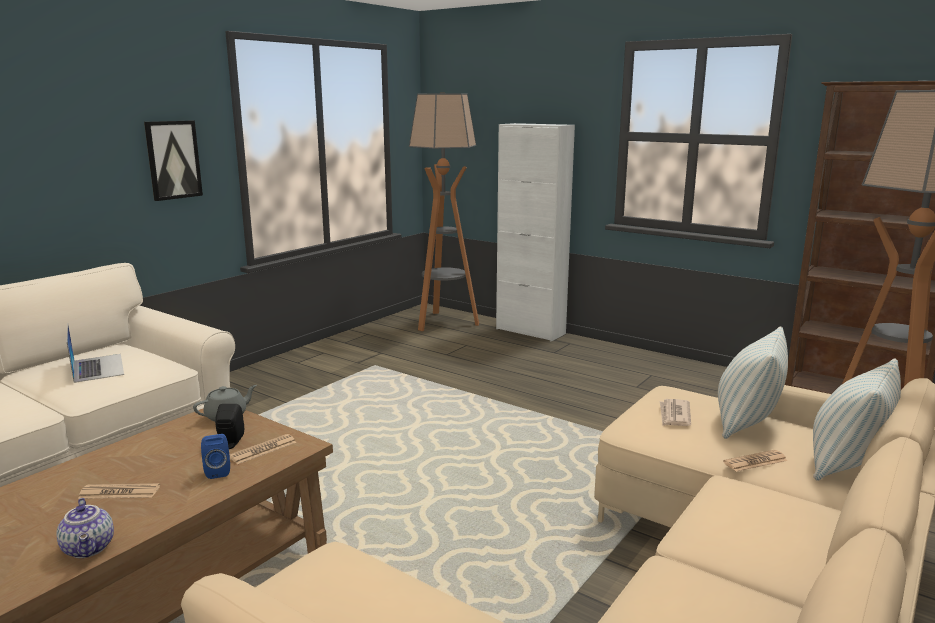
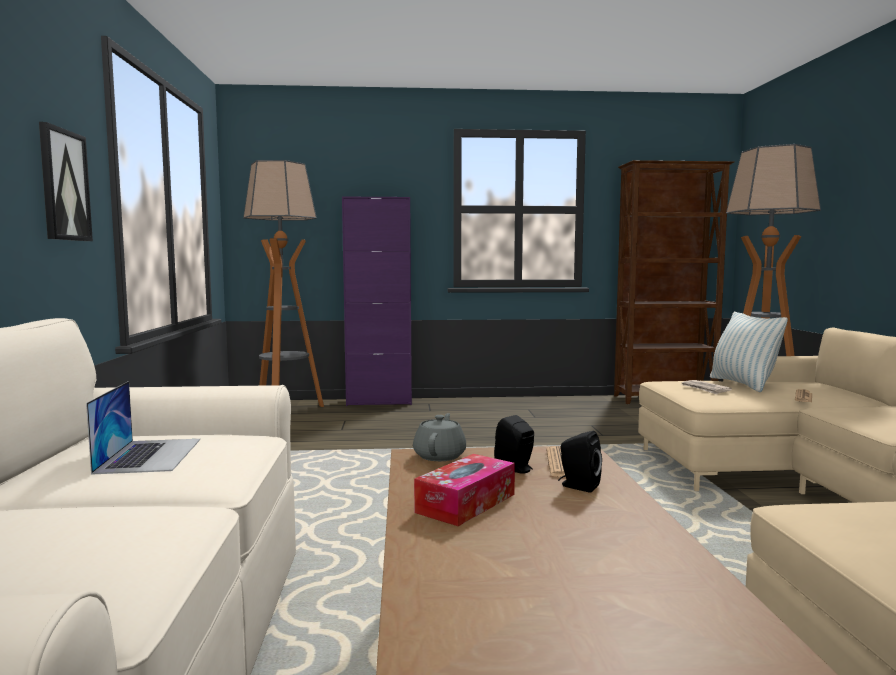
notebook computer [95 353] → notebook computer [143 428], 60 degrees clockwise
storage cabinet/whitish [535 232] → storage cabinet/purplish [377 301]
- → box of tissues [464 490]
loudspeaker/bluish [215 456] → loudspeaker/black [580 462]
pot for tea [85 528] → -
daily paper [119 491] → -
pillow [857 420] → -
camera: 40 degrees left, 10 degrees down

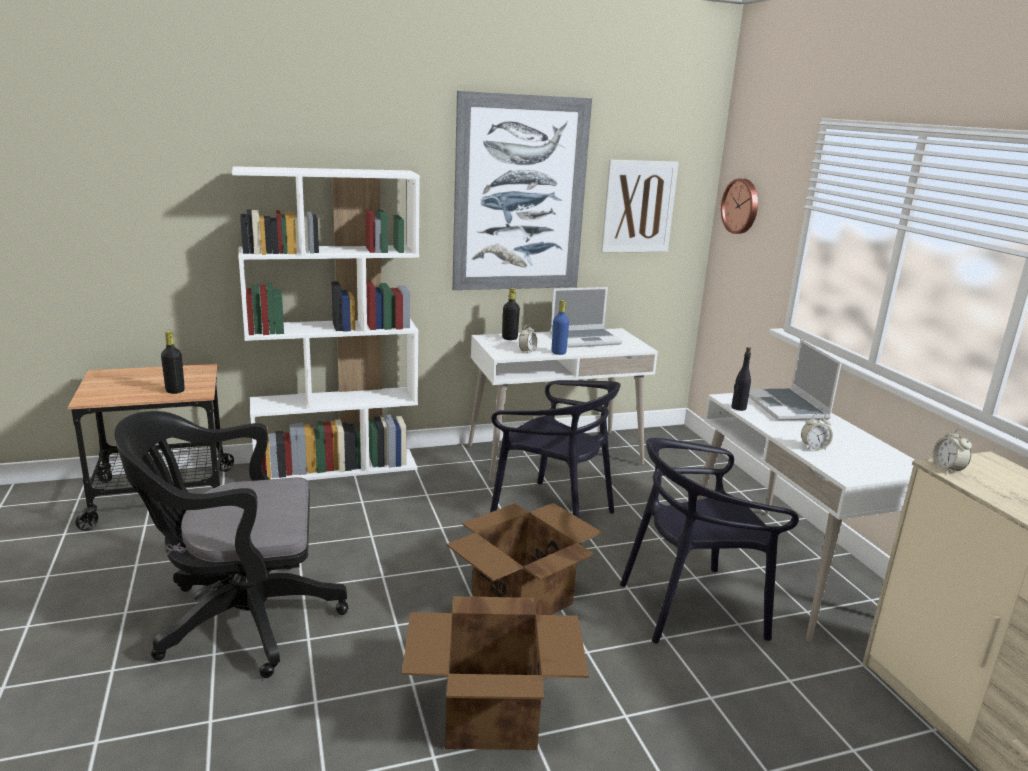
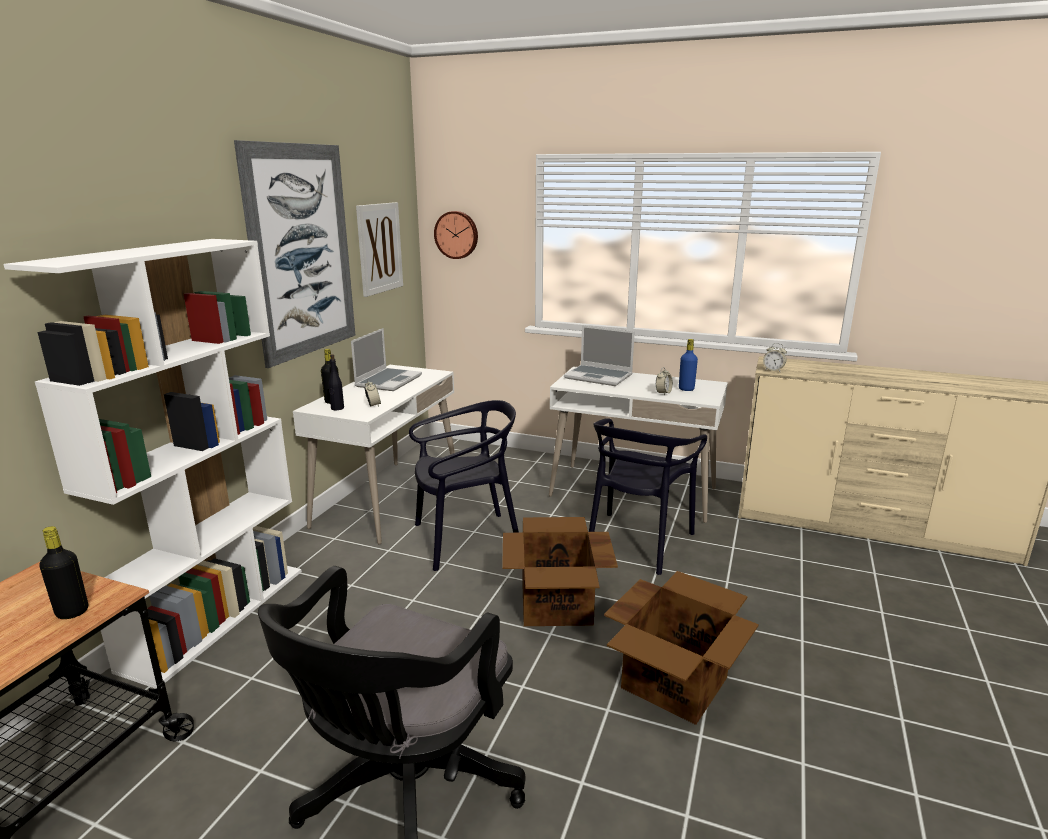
drink bottle/black [741 379] → drink bottle/black [336 382], move
drink bottle/bluish [560 327] → drink bottle/bluish [688 365], move
camera: 50 degrees left, 0 degrees up

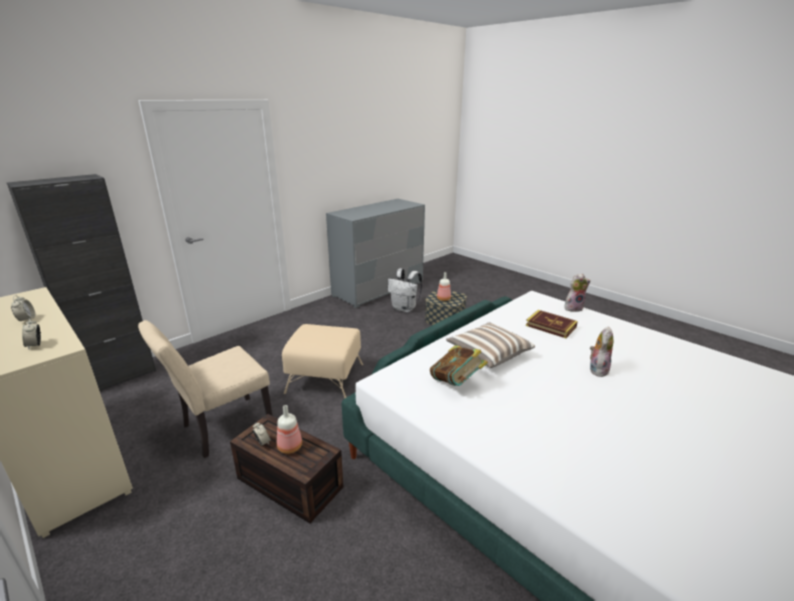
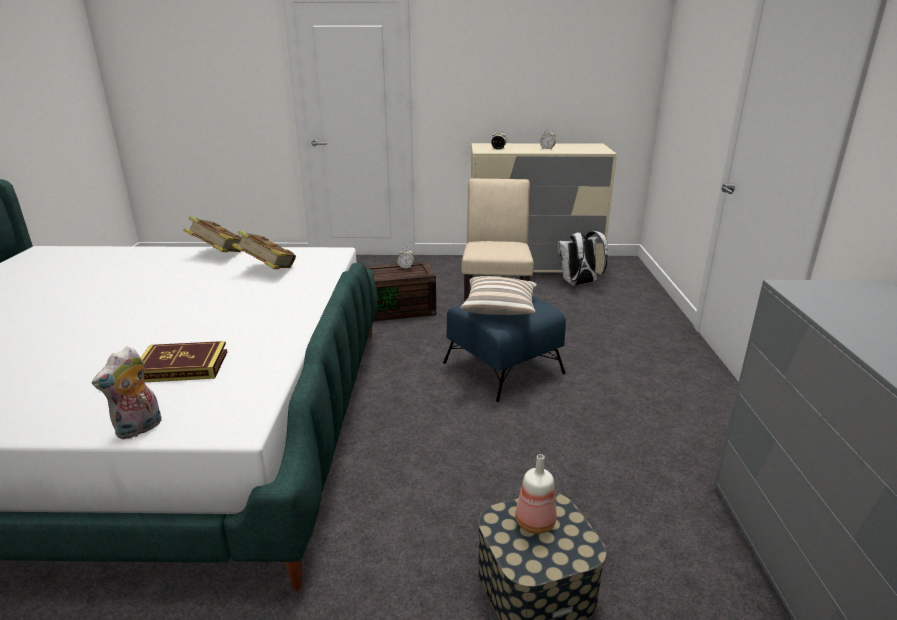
- → bound book [212 234]
ottoman/beige-coloured [322 361] → ottoman/bluish [504 349]
pillow [490 345] → pillow [498 295], move
backpack/whitish [404 290] → backpack/whitish [582 258], move
storage cabinet/black [81 282] → -
drink bottle [289 429] → -
plush toy [601 351] → -
camera: 135 degrees right, 0 degrees up

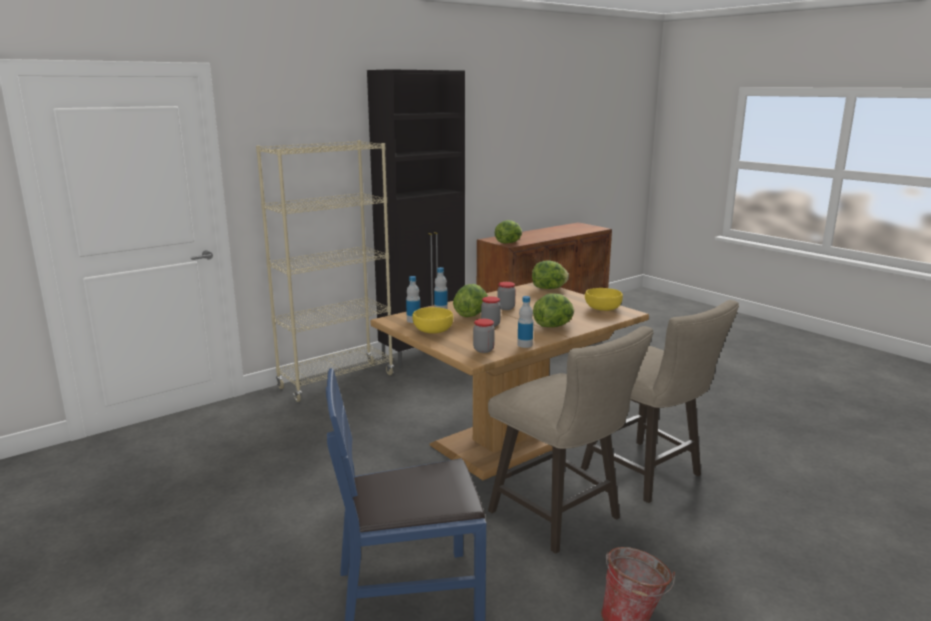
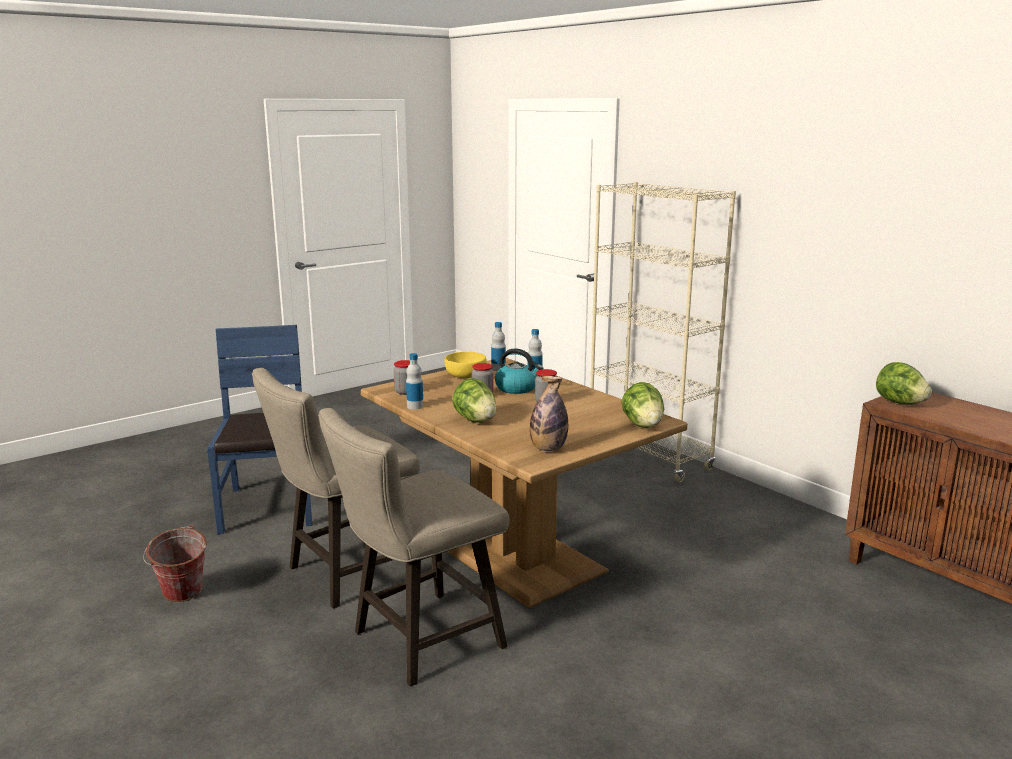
lettuce head [470 300] → water kettle [519 371]
bowl/yellow [604 299] → drink bottle [549 413]
storage cabinet/black [416 218] → -
camera: 90 degrees right, 0 degrees up

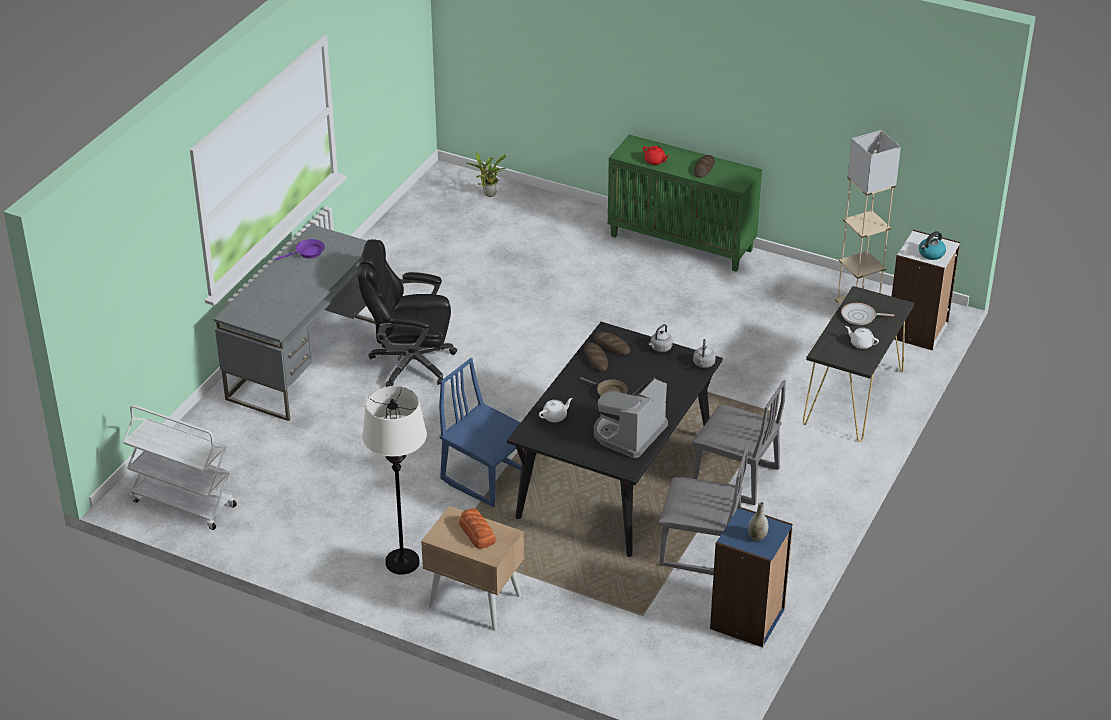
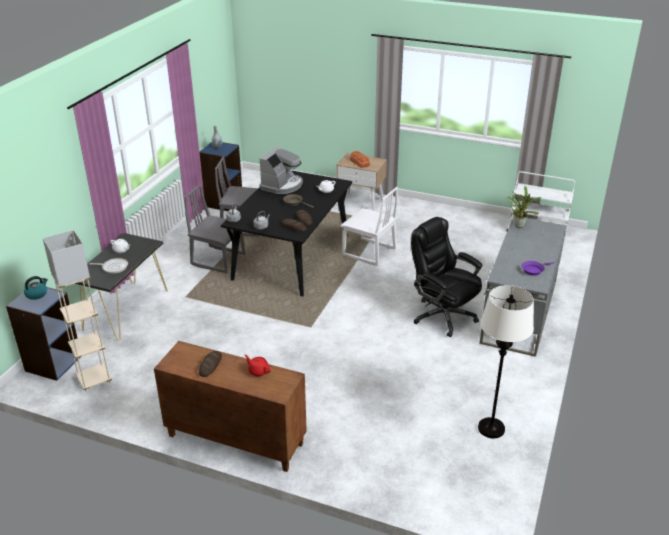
shelving unit/whitish [925 290] → shelving unit/bluish [43 334]
storage cabinet/greenish [685 203] → storage cabinet/brownish [230 406]
plain chair/bluish [480 432] → plain chair/whitish [369 226]
computer chair/black [407 313] → computer chair/black [446 277], 135 degrees counterclockwise
floor lamp/whitish [394 480] → floor lamp/whitish [506 361], move
plant in a pot [486 174] → plant in a pot [524 207], move
camera: 175 degrees right, 5 degrees down

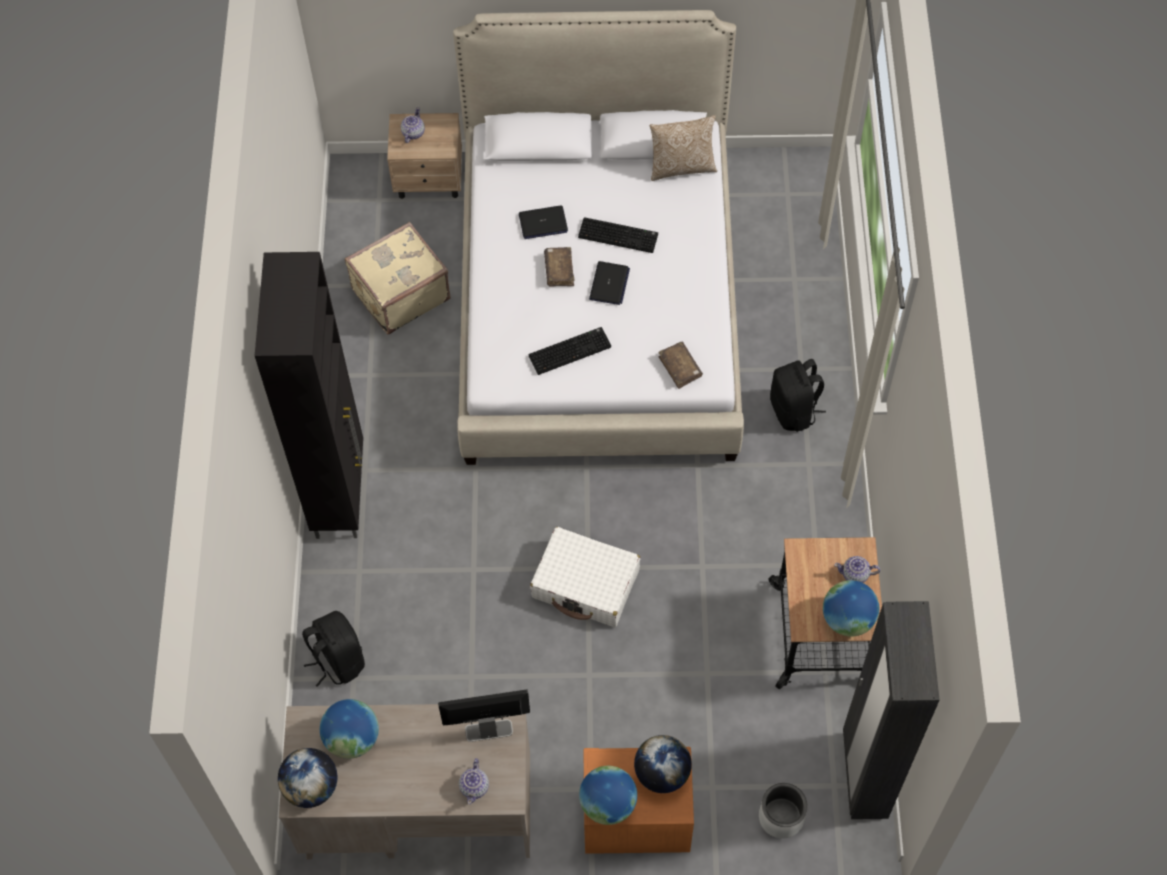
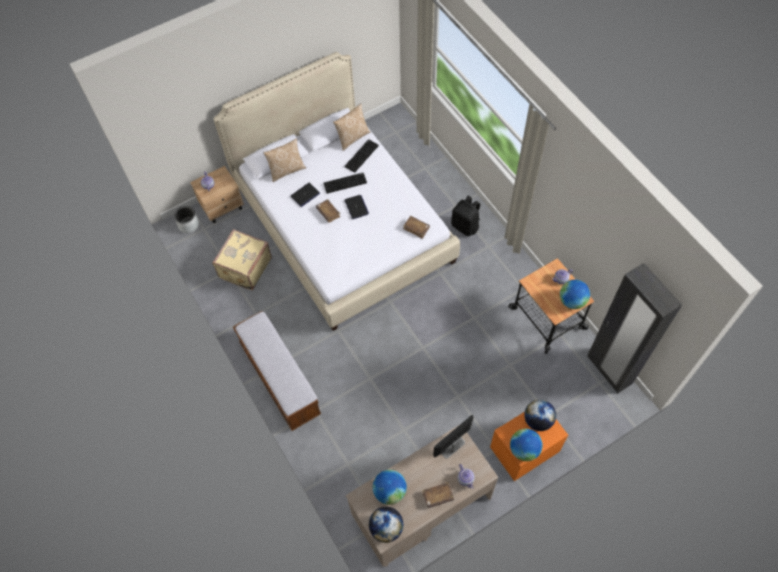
flower pot/gray [783 811] → flower pot/gray [186 219], move
storage cabinet/black [309 395] → bench [277 371]
- → pillow [284 160]
computer keyboard [570 351] → computer keyboard [362 156], move
- → bound book/brownish [438 495]
backpack/black [333 649] → -
travel case/whitish [585 577] → -
camera: 30 degrees left, 0 degrees up

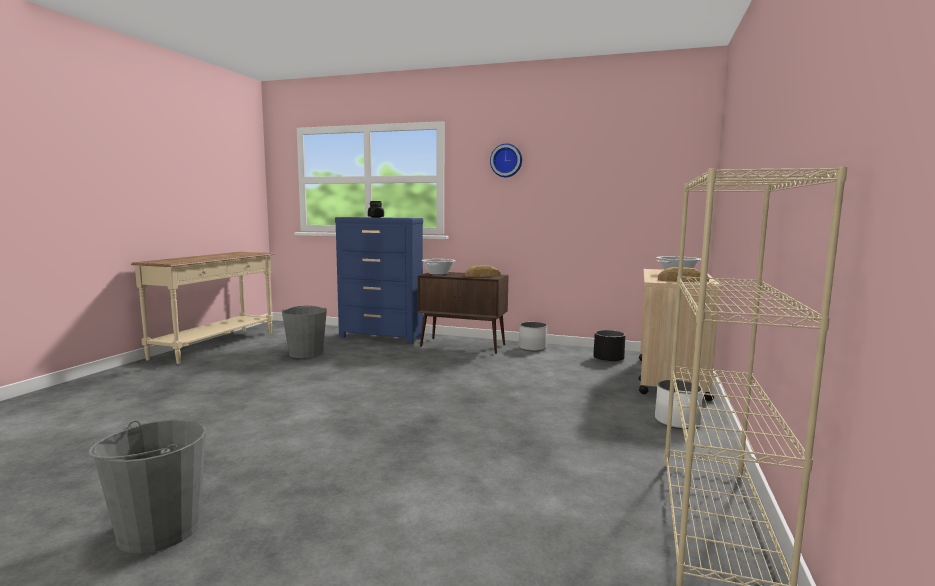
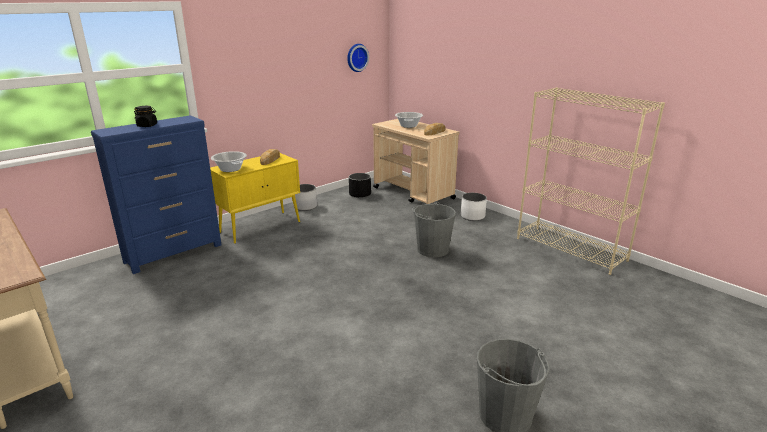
storage cabinet/brownish [463 313] → storage cabinet/yellow [255 198]
hanging clock [506 160] → hanging clock [358 58], move
bucket/gray [304 332] → bucket/gray [434 229], move
camera: 60 degrees left, 15 degrees up

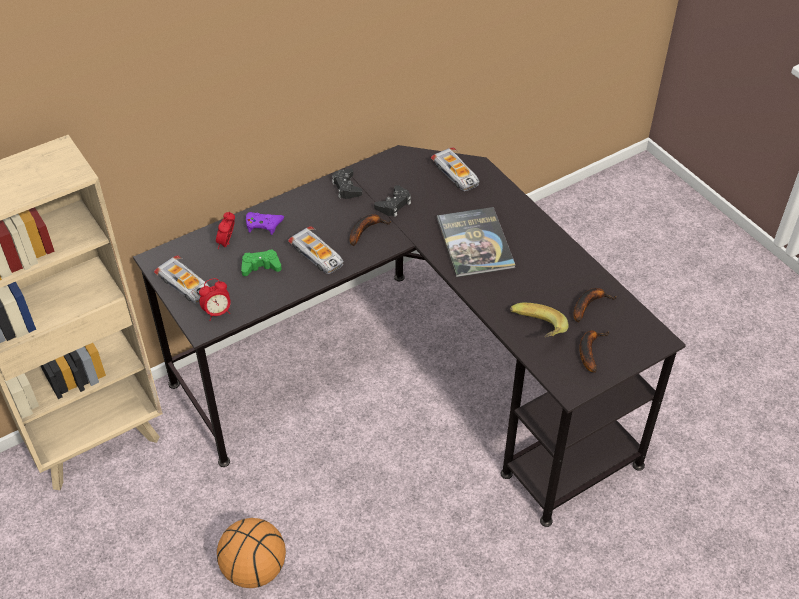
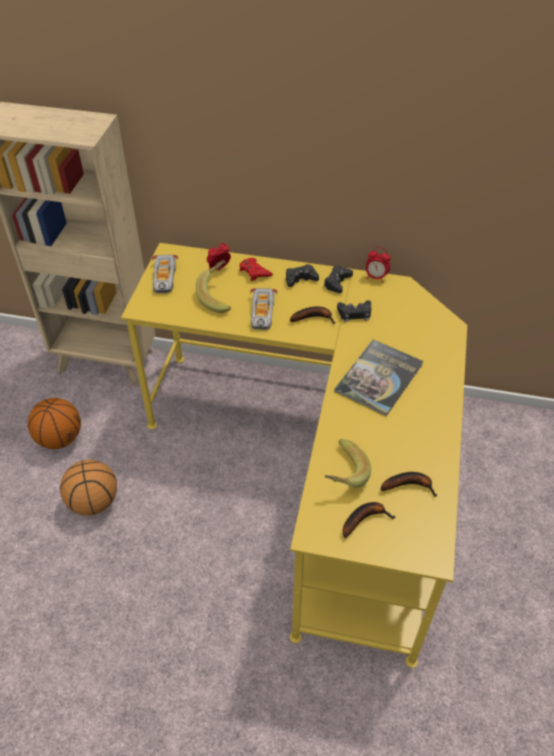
- → ball for basketball [54 423]
desk/black [409 336] → desk/yellow [294 455]
gamepad/greenish [261 262] → banana [213 286]
gamepad/purplish [265 223] → gamepad/red-coloured [256 269]
- → gamepad/black [302 275]
bedside clock [215 299] → bedside clock [378 265], move
model car [455 169] → -
camera: 45 degrees right, 0 degrees up

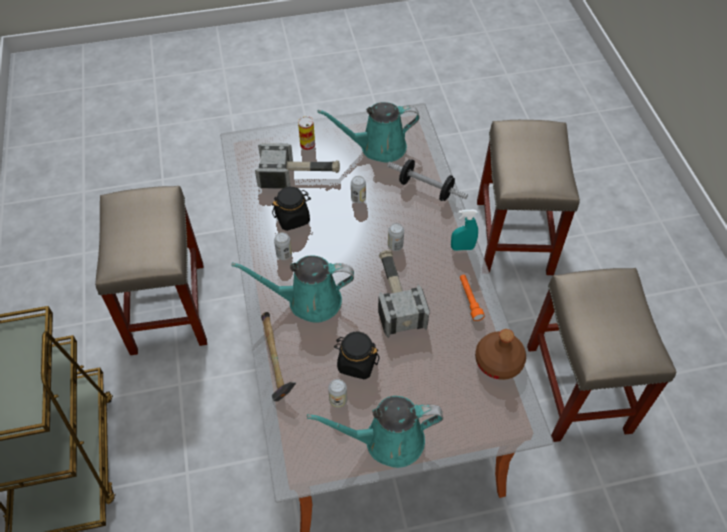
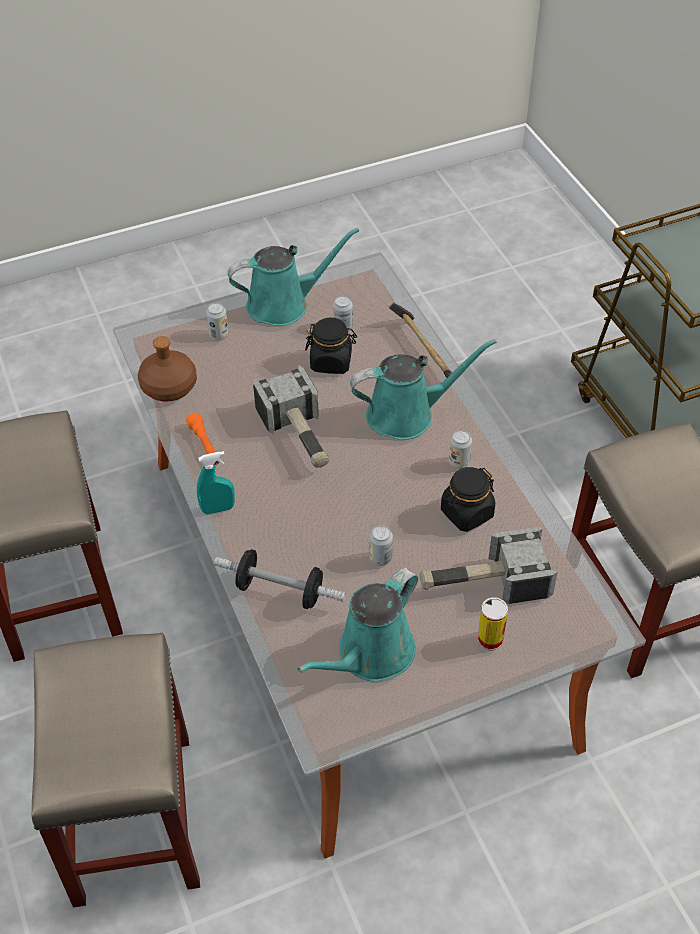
can [396 237] → can [217 321], move
watering pot/turquoise [368 132] → watering pot/turquoise [357 625], 150 degrees clockwise
camera: 170 degrees right, 5 degrees down

